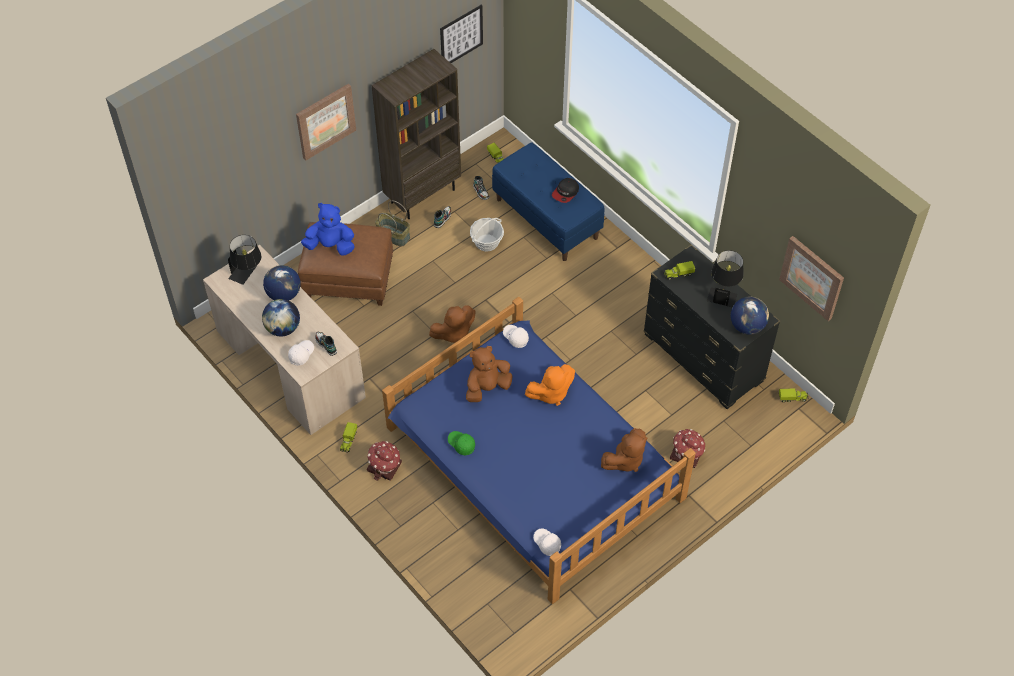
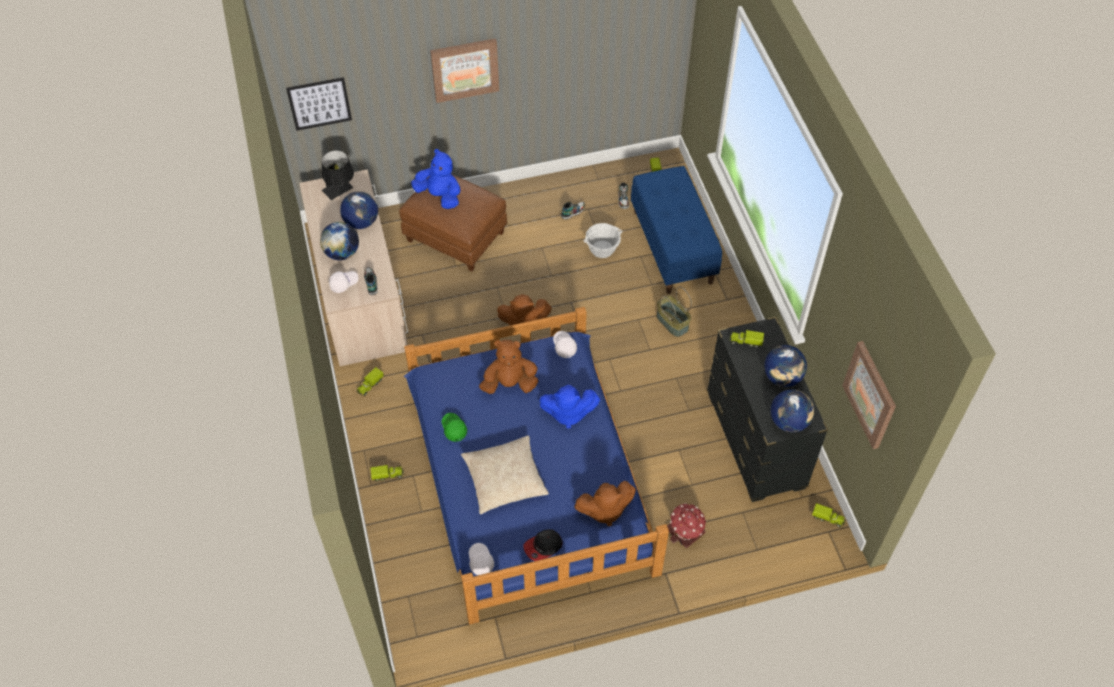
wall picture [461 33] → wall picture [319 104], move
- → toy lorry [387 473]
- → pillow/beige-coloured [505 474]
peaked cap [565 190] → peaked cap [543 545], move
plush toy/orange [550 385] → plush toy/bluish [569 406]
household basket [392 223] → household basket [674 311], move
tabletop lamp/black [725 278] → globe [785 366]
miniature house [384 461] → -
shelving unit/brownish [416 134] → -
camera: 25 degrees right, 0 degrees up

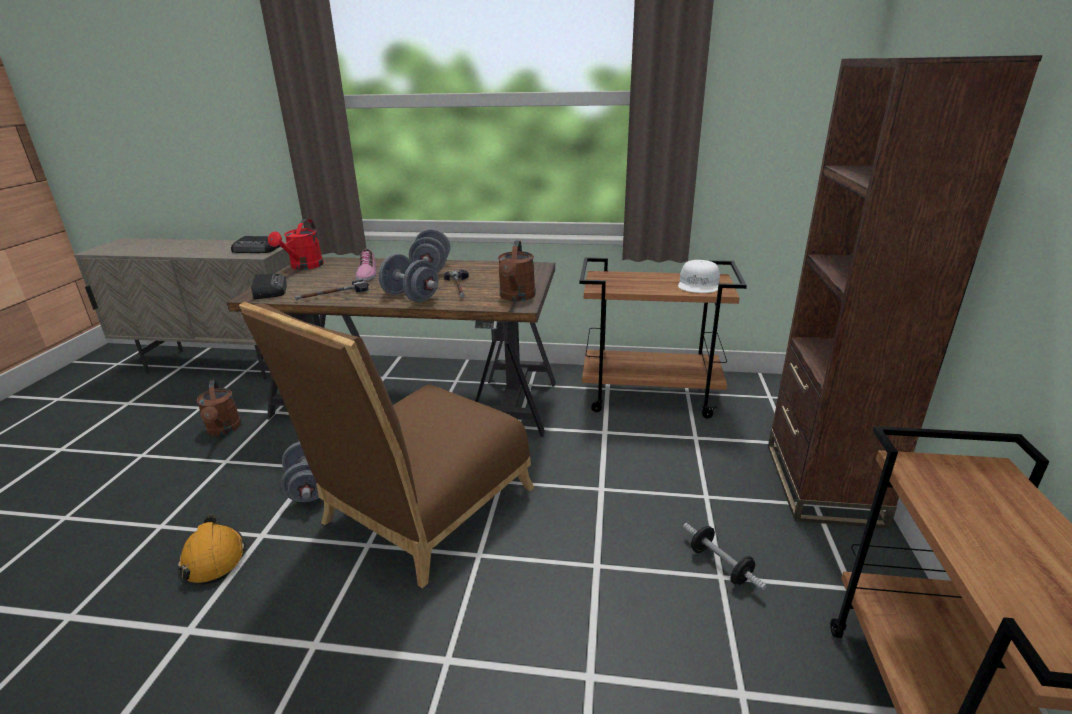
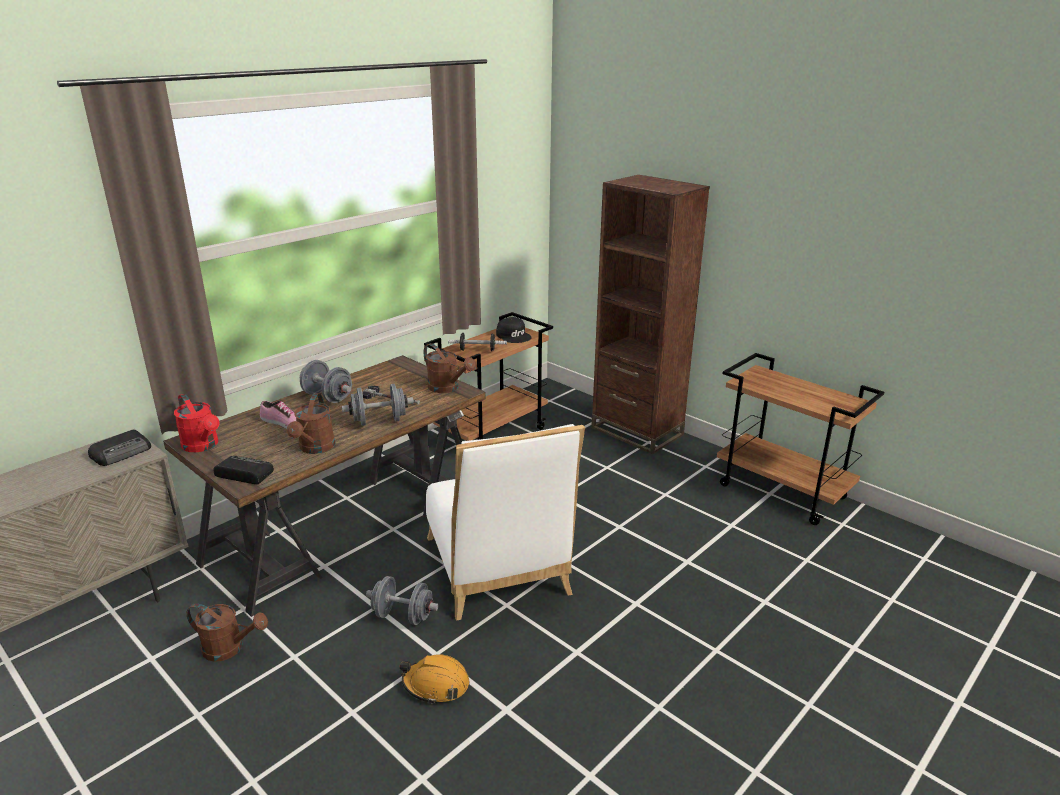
hammer [332 290] → watering pot/brownish [311 423]
plain chair/brownish [386 445] → plain chair/whitish [505 522]
free weight [725 557] → free weight [477 342], move
peaked cap/whitish [699 276] → peaked cap/black [514 330]
camera: 55 degrees left, 0 degrees up

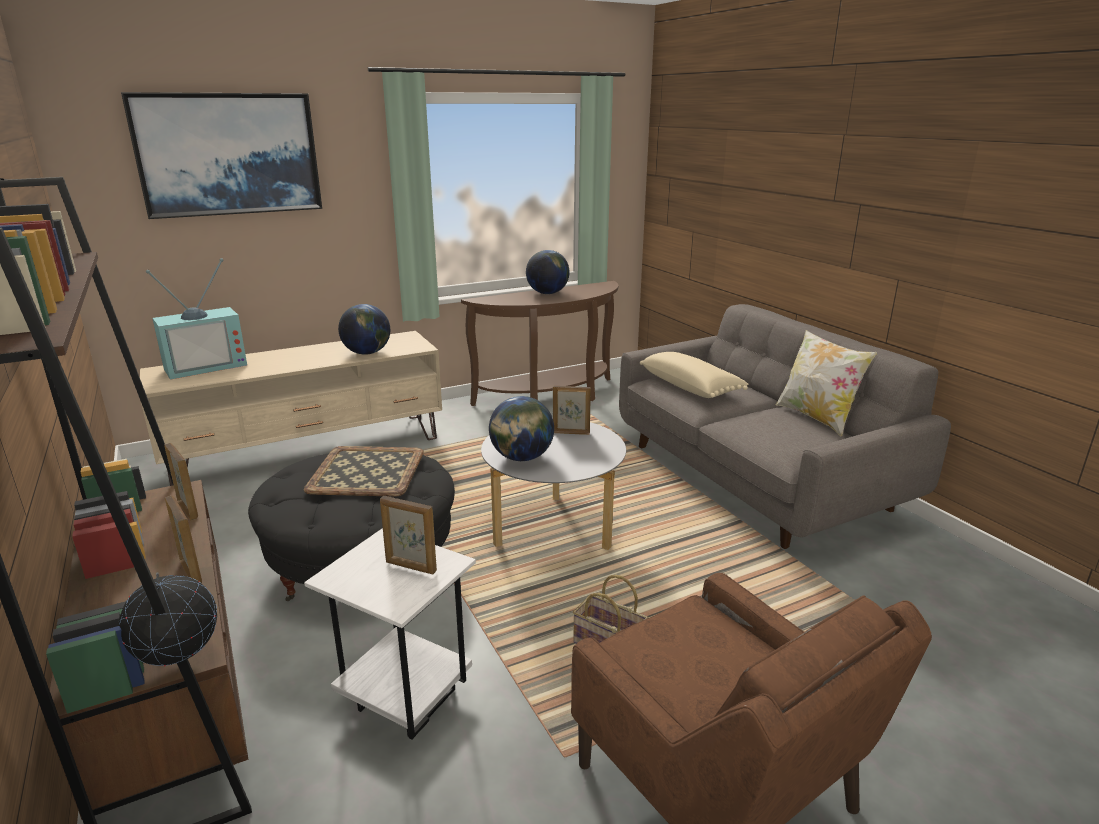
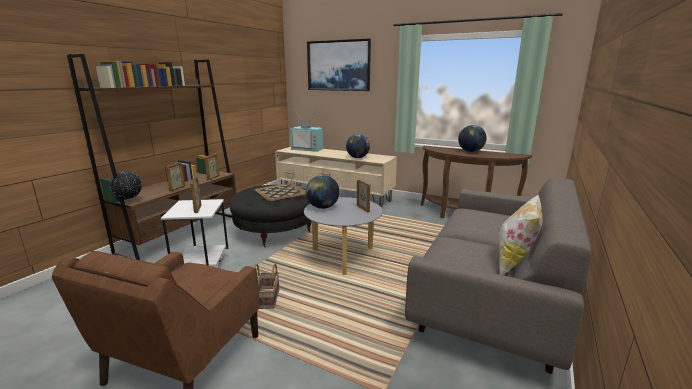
pillow/beige-coloured [694 375] → -
camera: 55 degrees right, 5 degrees down

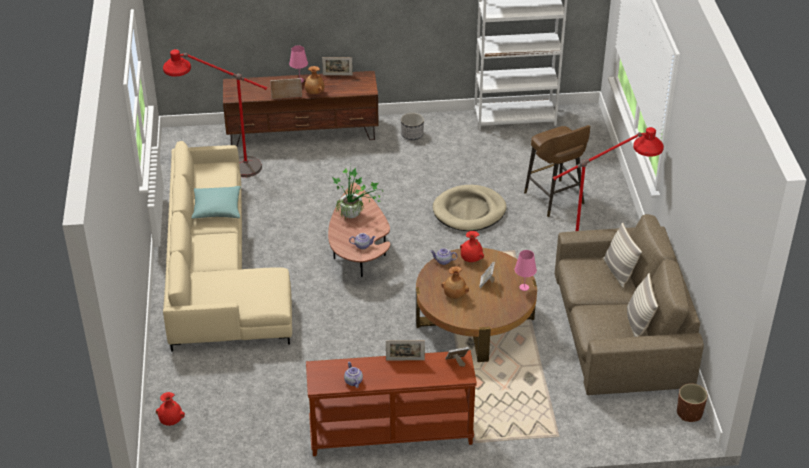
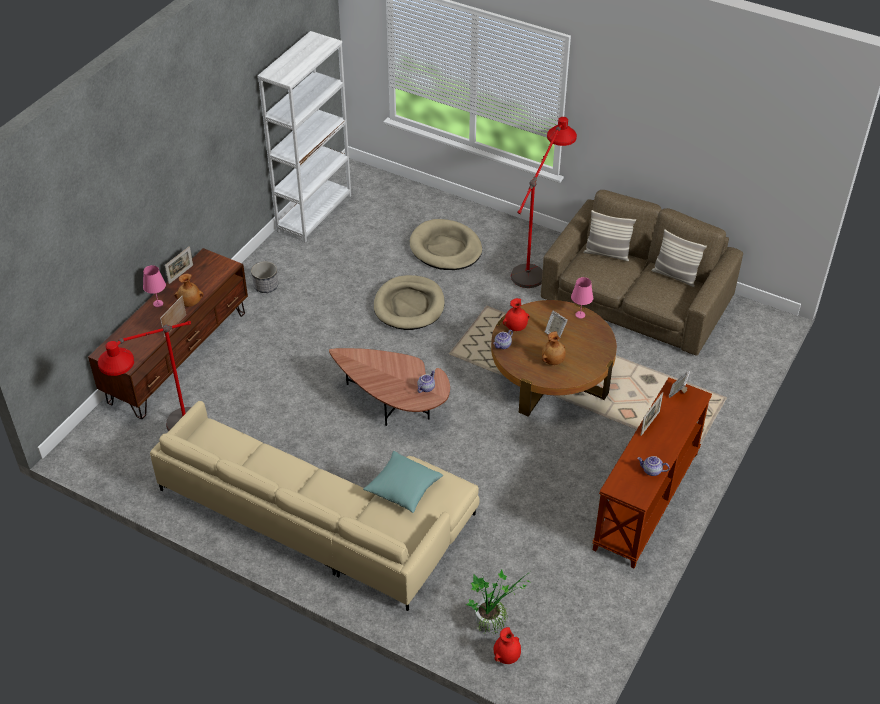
pillow/turquoise [216 202] → pillow/turquoise [403 482], move
sitting stool/brownish [557 171] → pet bed/beige-coloured [446 244]
plant in a pot [357 193] → plant in a pot [499 602], move
flower pot/brownish [692 402] → -
camera: 55 degrees left, 5 degrees up

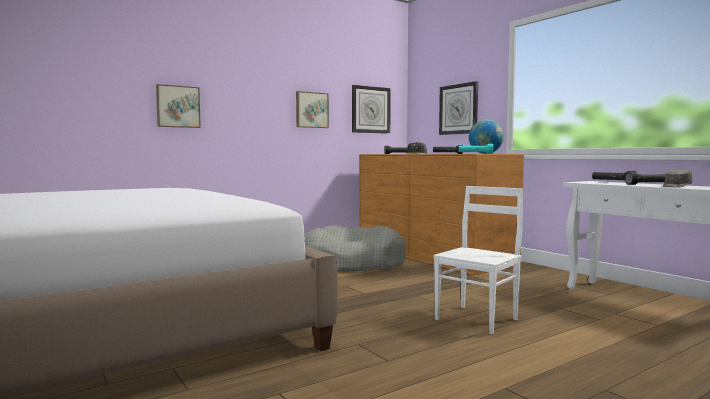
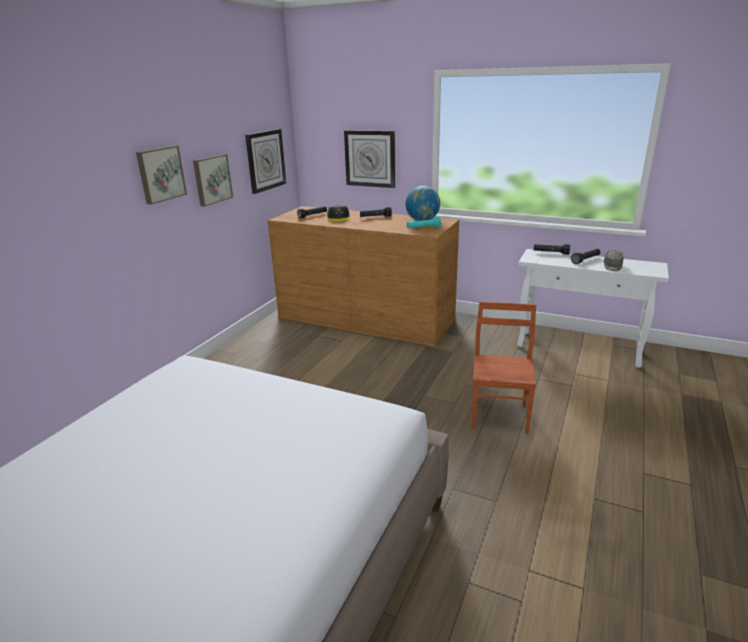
wall picture [178 106] → wall picture [161 175], move
plain chair/whitish [478 260] → plain chair/brownish [504 368]
pet bed/gray [355 248] → -
camera: 30 degrees left, 20 degrees up

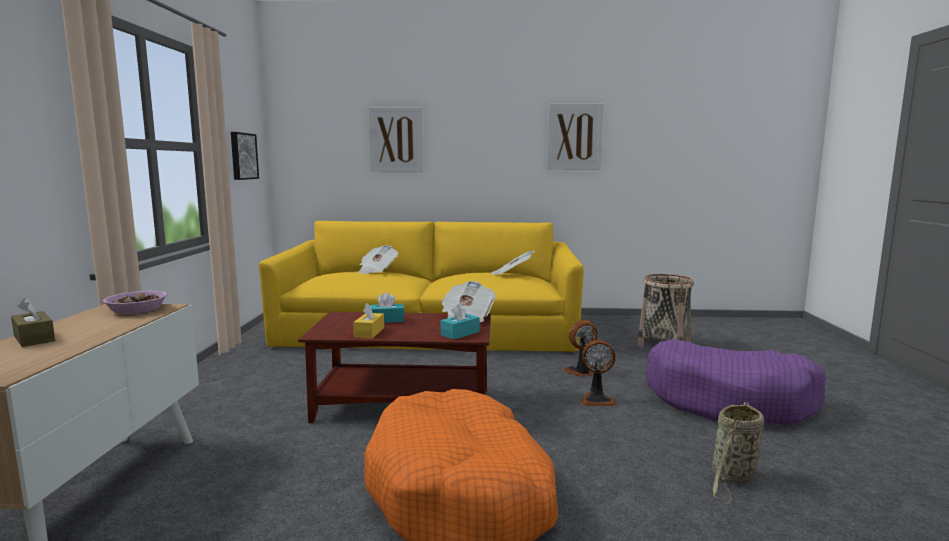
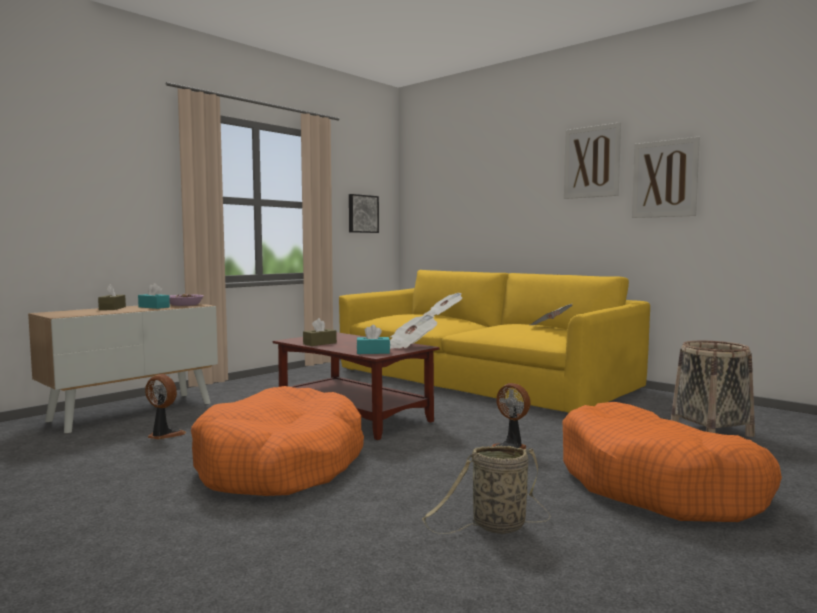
box of tissues/turquoise [387 307] → box of tissues/turquoise [154 296], move
cooling fan [580 348] → cooling fan [165 406], move
box of tissues/yellow [368 320] → box of tissues/brownish [320 332]
pet bed/purplish [735 382] → pet bed/orange [672 462]
wall picture [396 139] → wall picture [592 160], move
camera: 40 degrees right, 5 degrees down

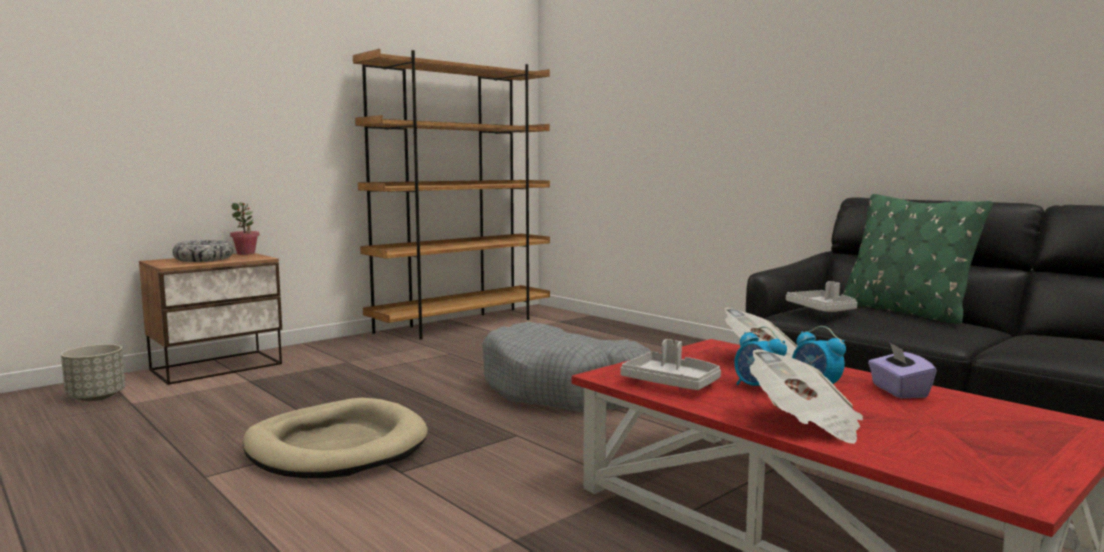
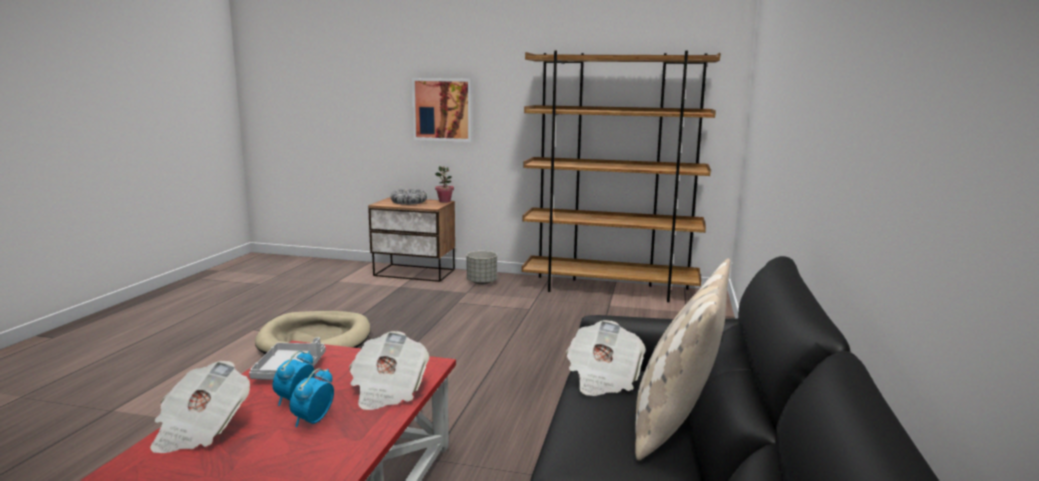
- → wall picture [442 110]
flower pot/gray [93 372] → flower pot/gray [482 268], move
carrying tray/gray [821 296] → daily paper [606 358]
pillow/greenish [918 259] → pillow/beige-coloured [682 359]
pet bed/gray [566 367] → -
box of tissues/purplish [902 370] → -
camera: 55 degrees right, 5 degrees up

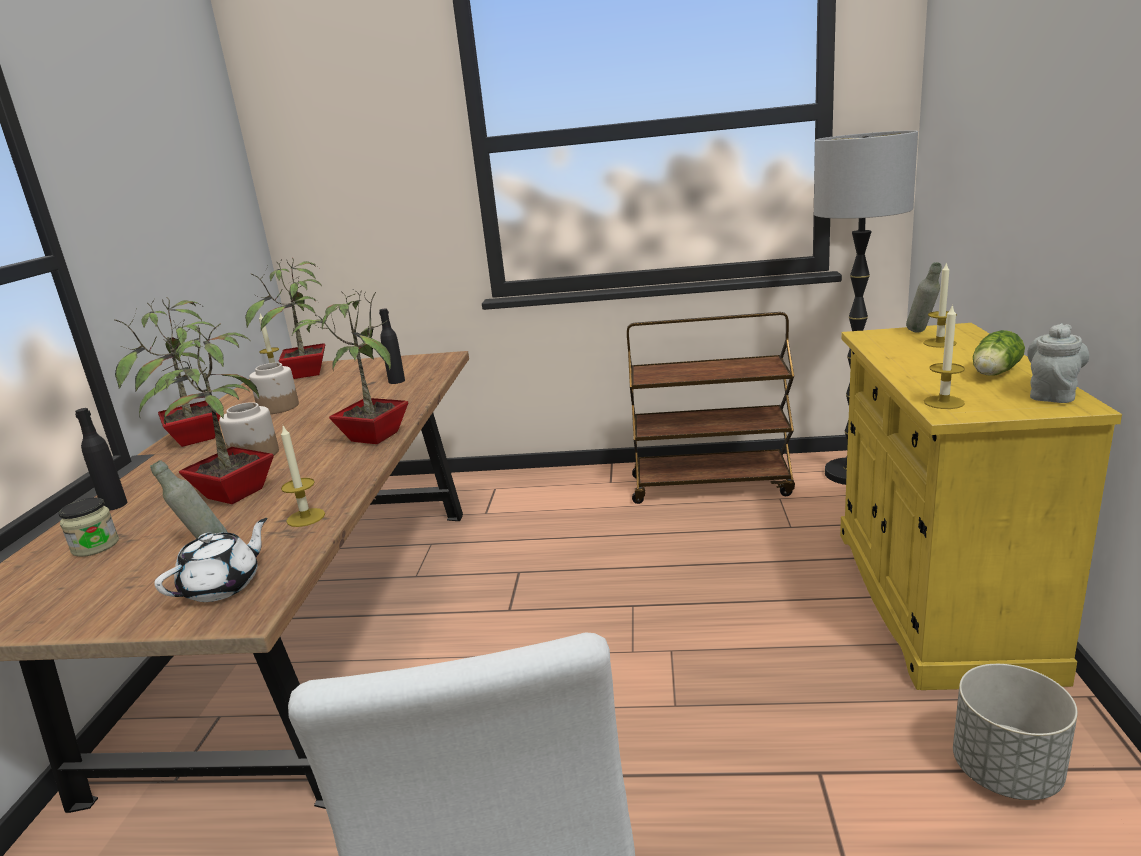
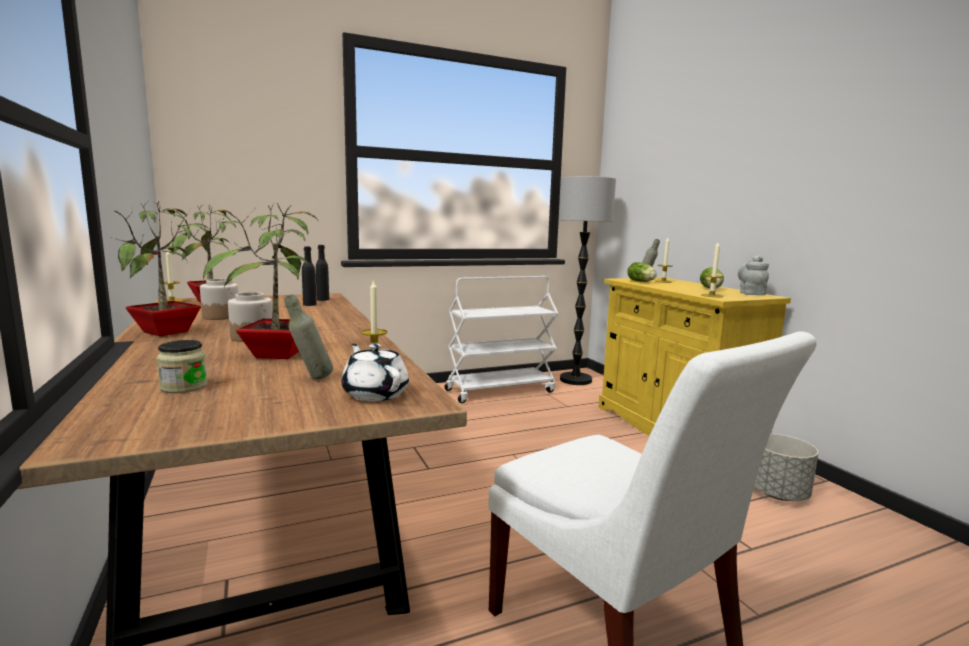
drink bottle/black [101 459] → drink bottle/black [322 273], move
pot for tea/whitish [211 560] → pot for tea/whitish [375 372], 45 degrees counterclockwise
cart/brownish [711 408] → cart/whitish [501 339]
- → lettuce head [642 272]
plant in a pot [350 367] → -
camera: 30 degrees left, 10 degrees down

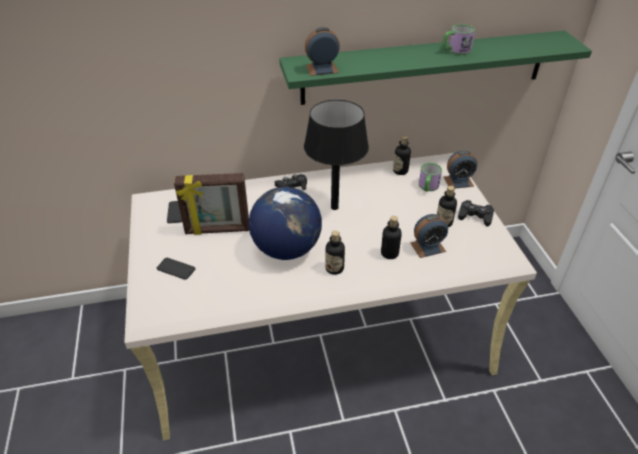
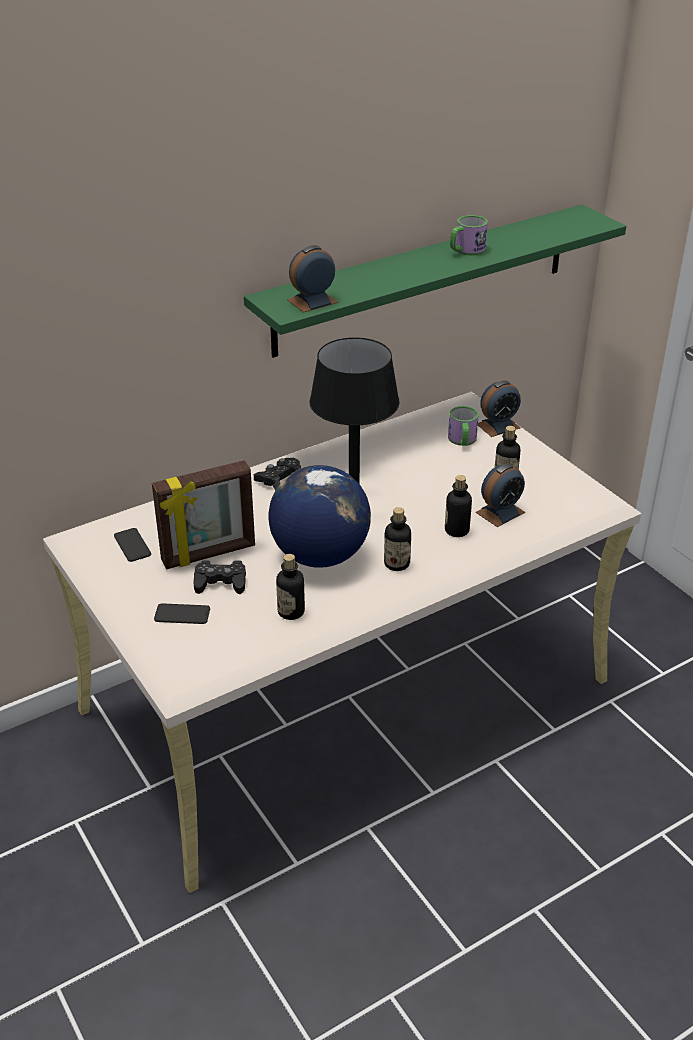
gamepad/black [476 213] → gamepad/black [219 577], move
drink bottle [402 155] → drink bottle [290 587], move
camera: 20 degrees left, 5 degrees down

